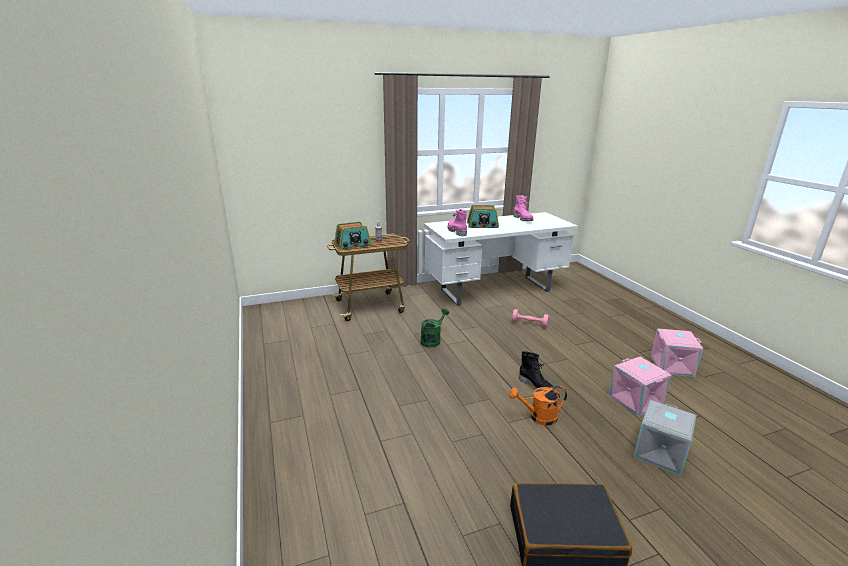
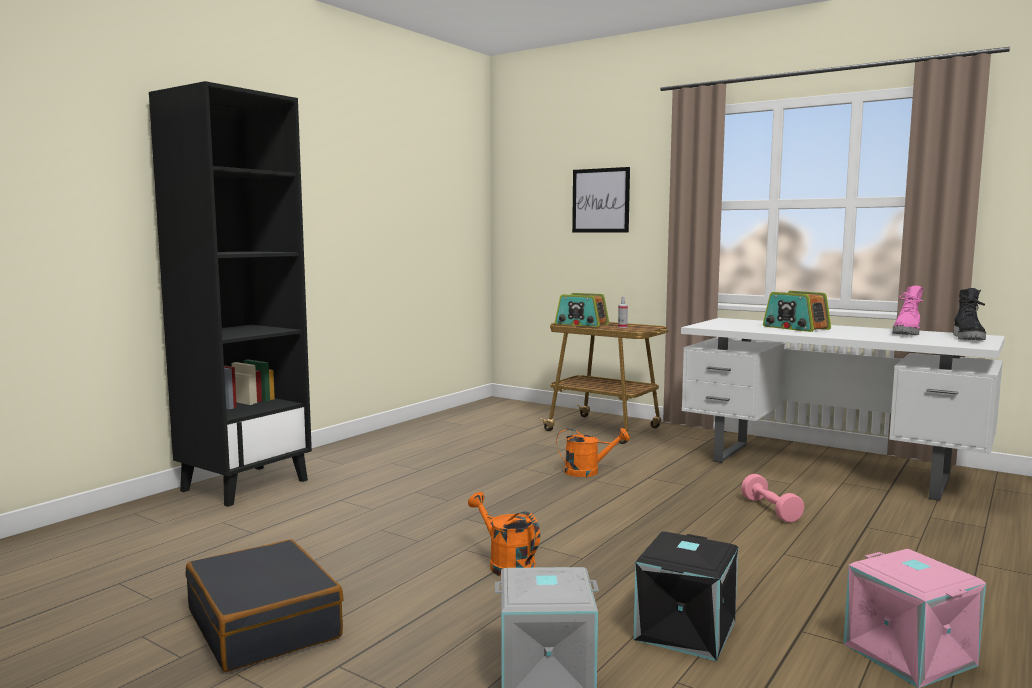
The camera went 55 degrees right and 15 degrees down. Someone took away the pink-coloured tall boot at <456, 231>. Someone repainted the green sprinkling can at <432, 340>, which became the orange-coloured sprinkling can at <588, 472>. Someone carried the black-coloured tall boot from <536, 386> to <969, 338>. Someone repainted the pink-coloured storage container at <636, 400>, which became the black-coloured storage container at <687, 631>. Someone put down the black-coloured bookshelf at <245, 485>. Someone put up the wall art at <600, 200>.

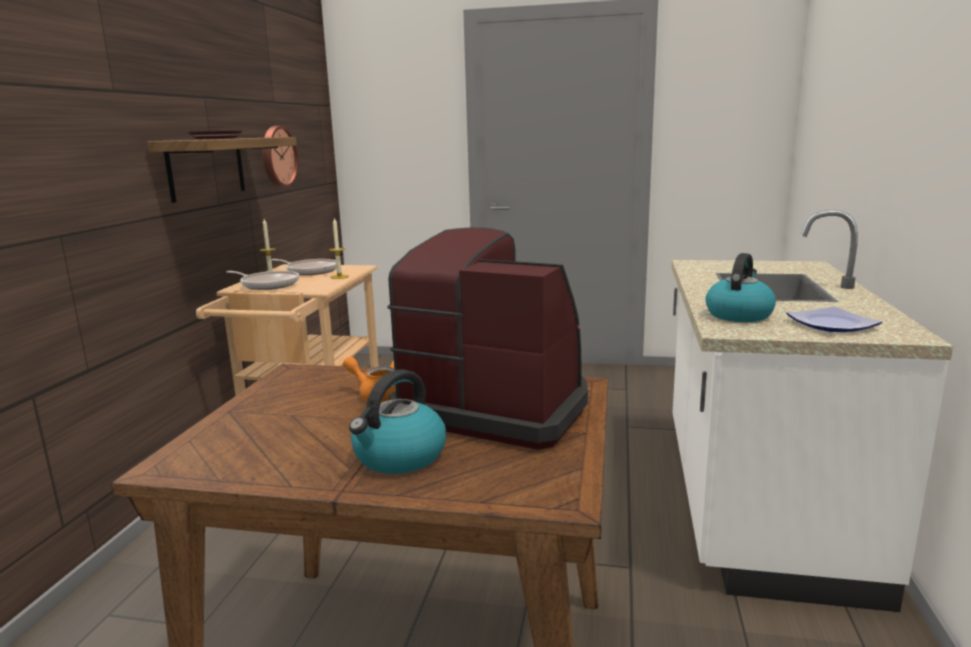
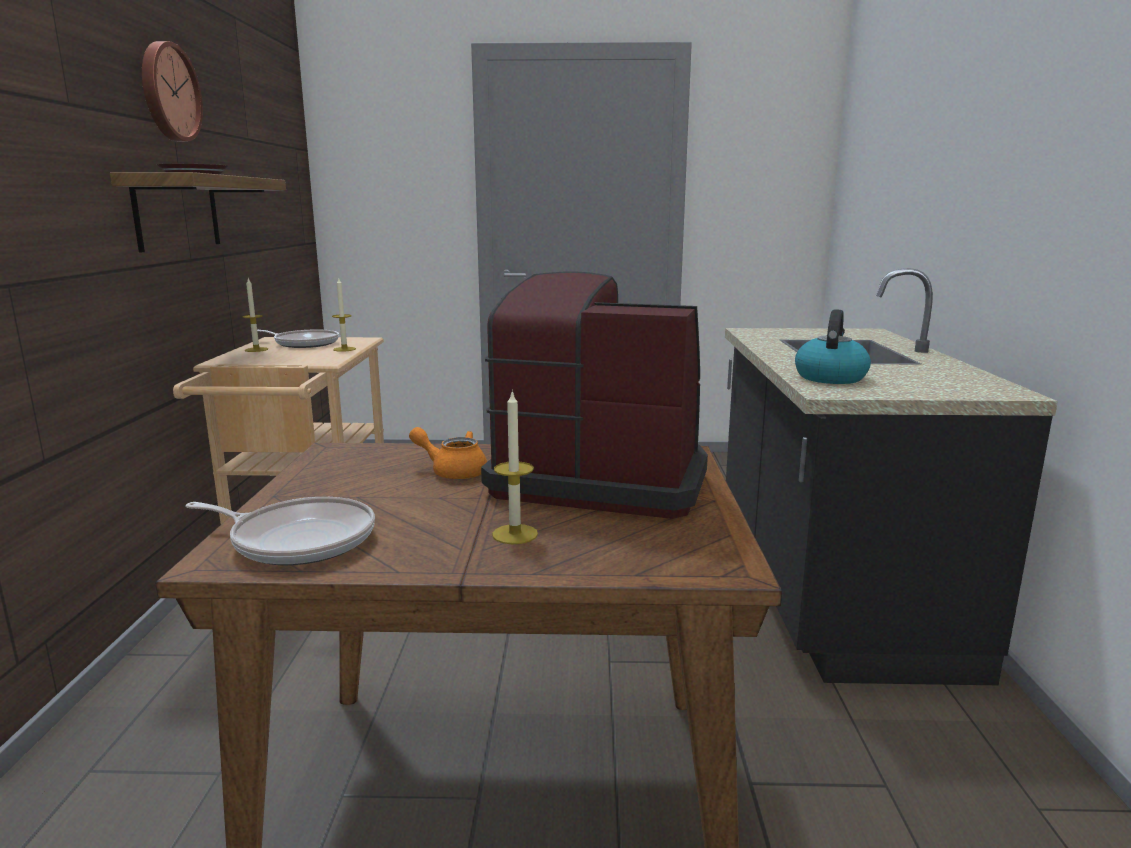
The camera went 10 degrees left and 0 degrees up. Someone carried the hanging clock from <277, 156> to <168, 92>. Someone repainted the white-coloured kitchen counter at <755, 502>, which became the black-coloured kitchen counter at <828, 586>. Someone carried the frying pan from <268, 284> to <298, 540>. Someone took away the flat dish at <833, 325>. Someone swapped the kettle at <399, 457> for the wax candle at <515, 534>.

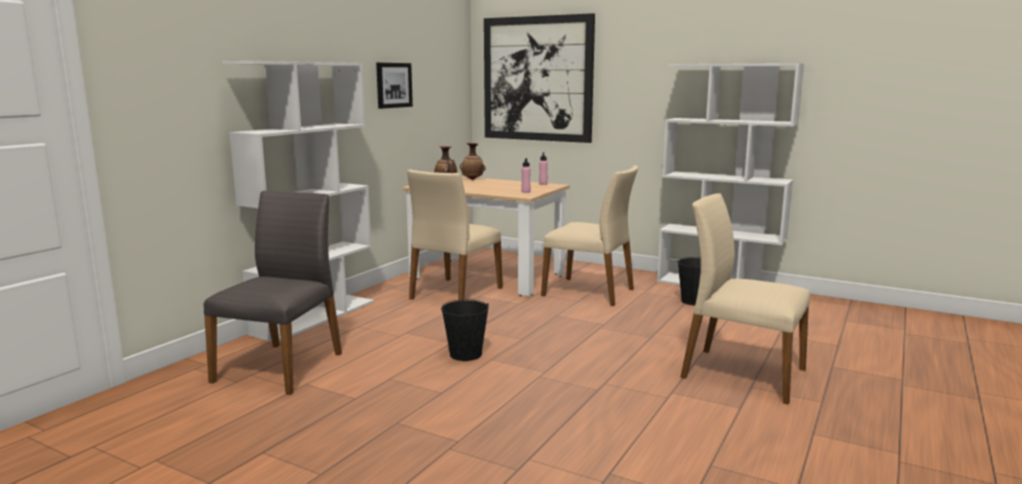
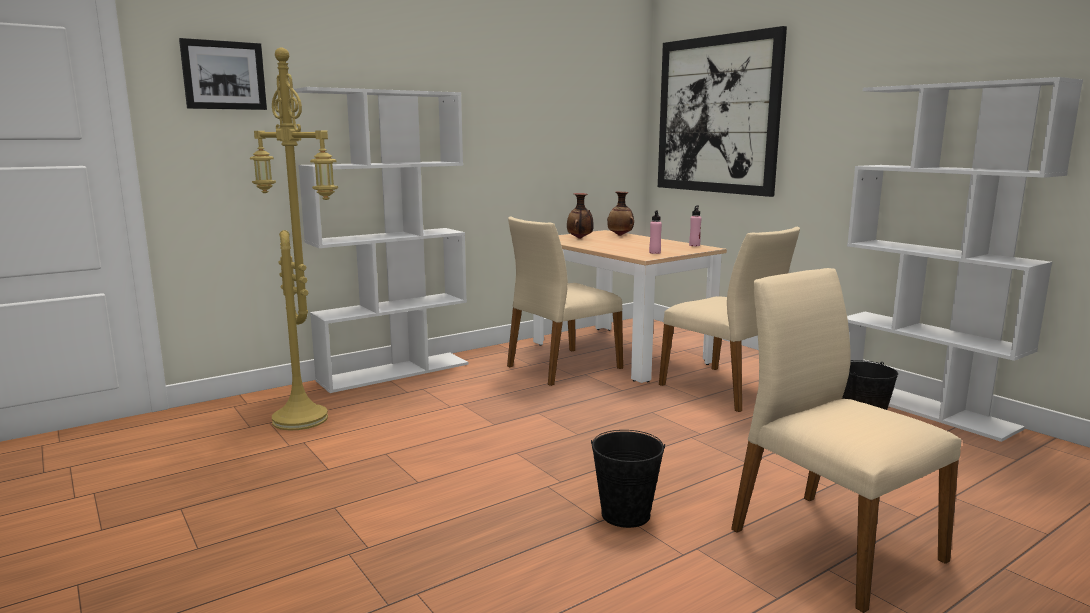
The camera went 25 degrees right and 0 degrees up. Someone carried the wall art from <393, 85> to <224, 75>. Someone swapped the grey chair at <281, 366> for the yellow-coloured standing lamp at <304, 419>. Someone carried the black-coloured pail from <466, 354> to <625, 515>.

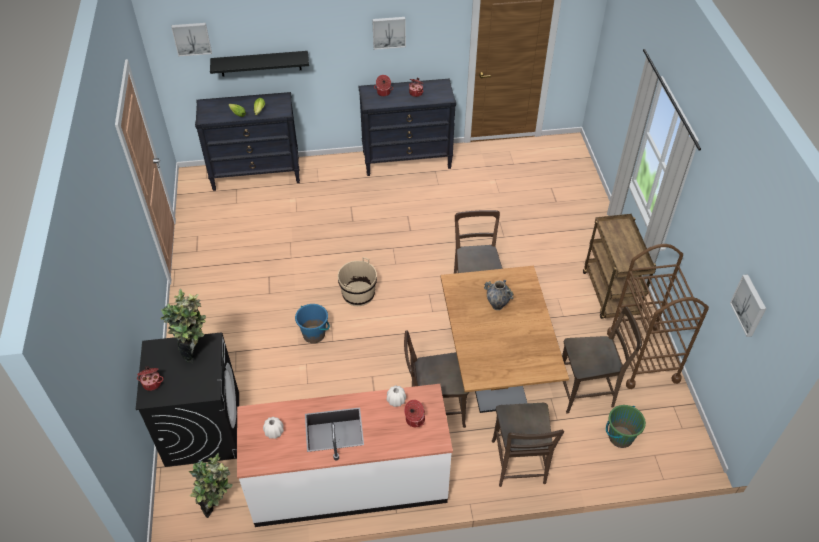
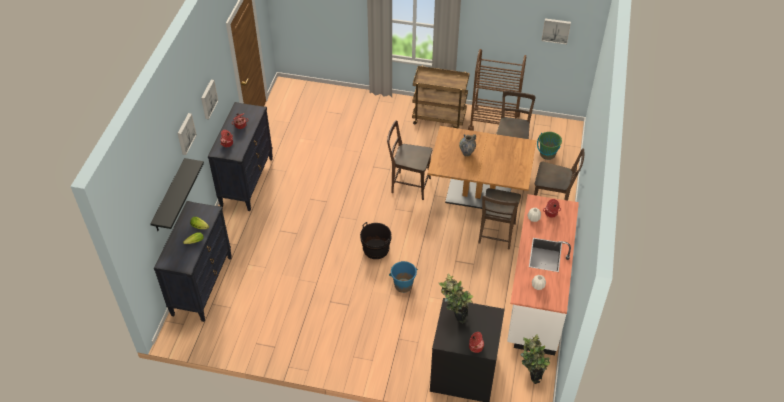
The camera went 70 degrees left and 0 degrees up. Someone carried the wall art from <192, 38> to <185, 133>. Someone repainted the beige pail at <358, 294>, which became the black-coloured pail at <376, 249>.

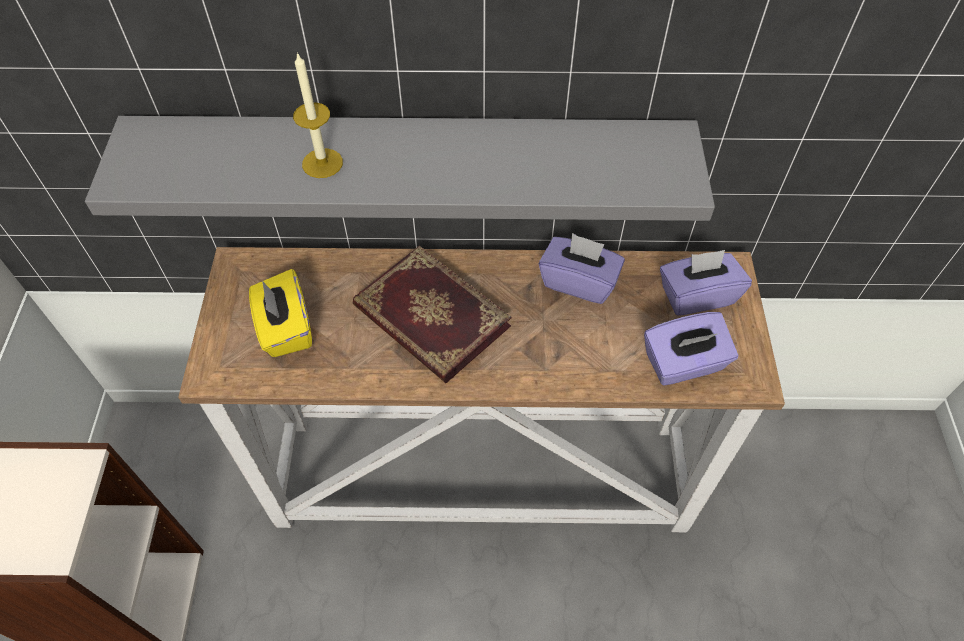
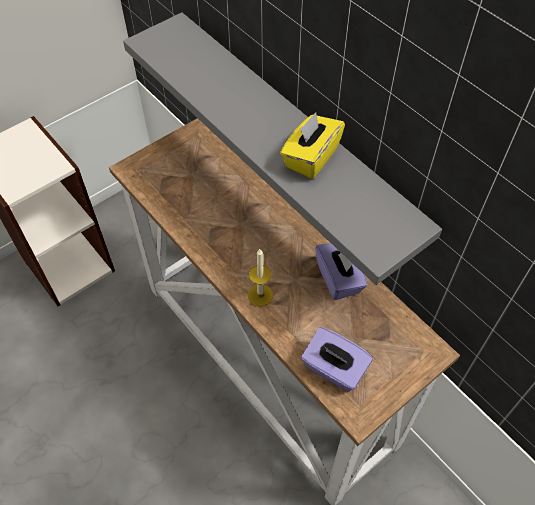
The camera went 50 degrees right and 0 degrees up. Someone carried the wax candle from <322, 163> to <260, 295>. Someone took away the bound book at <430, 318>. Someone took away the purplish tissue box at <697, 295>. Someone carried the yellow-coloured tissue box from <285, 329> to <310, 158>.

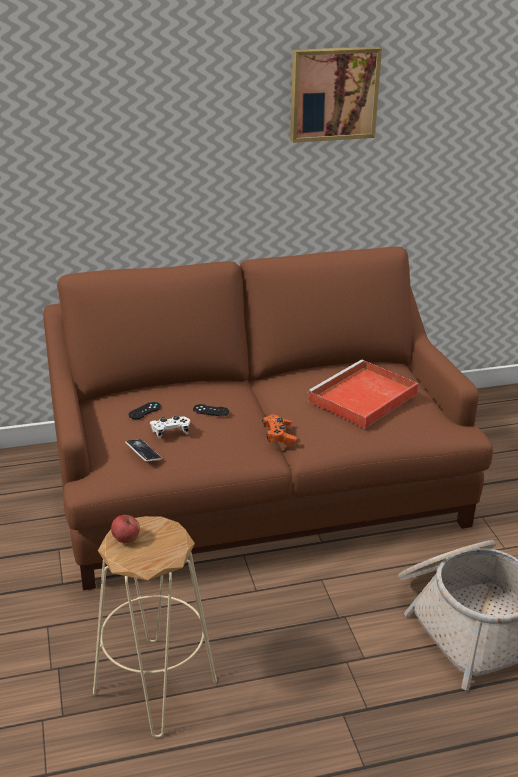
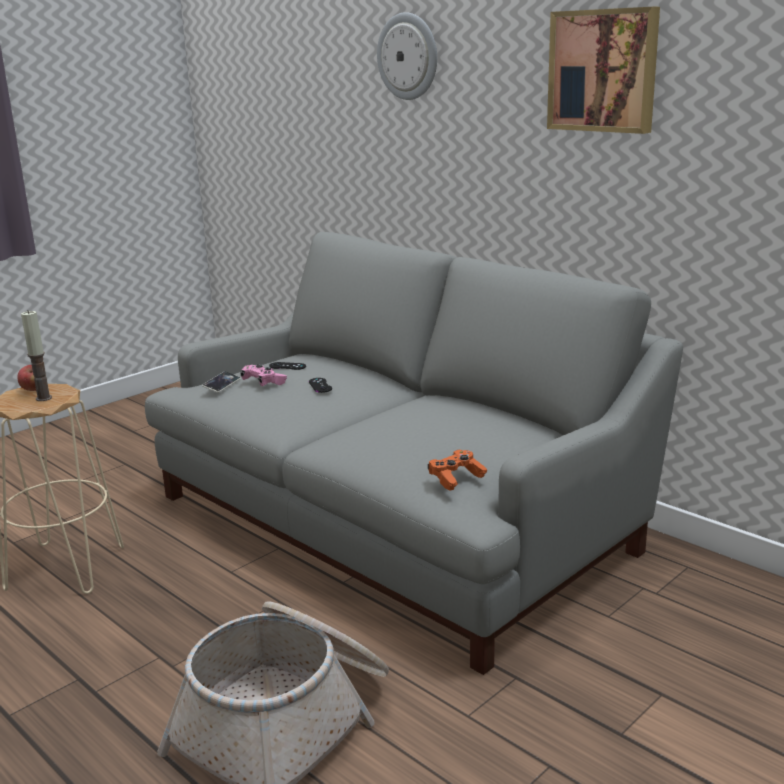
The camera went 60 degrees right and 10 degrees down. Someone repainted the brown couch at <256, 485>, which became the grey couch at <397, 518>. Someone took away the red tray at <362, 398>. Someone repainted the white-coloured joypad at <170, 432>, which became the pink-coloured joypad at <263, 383>. Someone carried the orange-coloured joypad from <279, 436> to <456, 478>. Someone put up the hanging clock at <408, 56>. Someone put down the wax candle at <43, 398>.

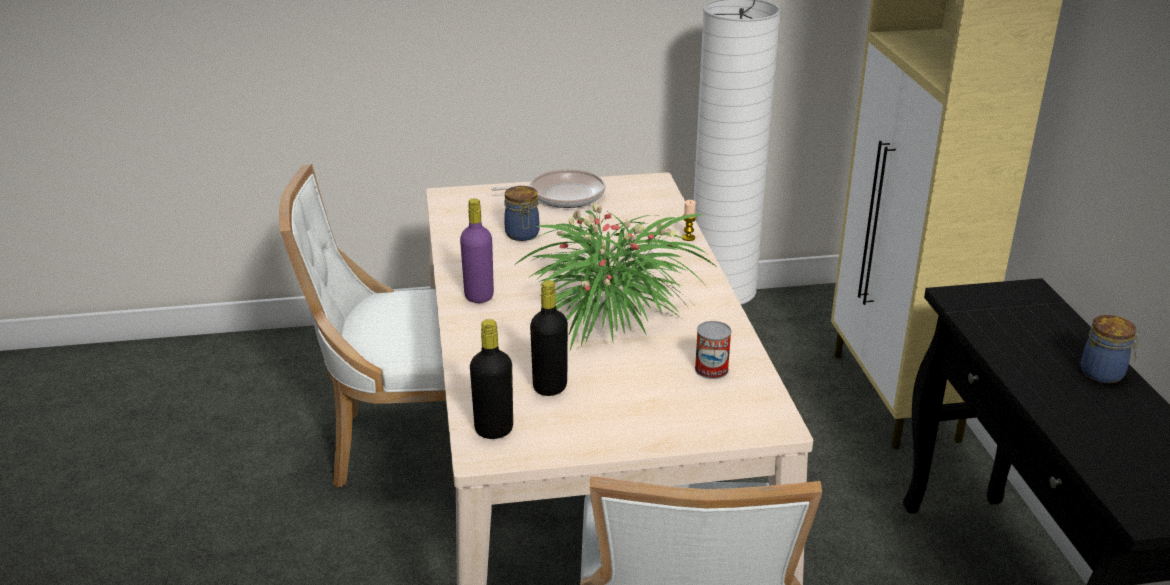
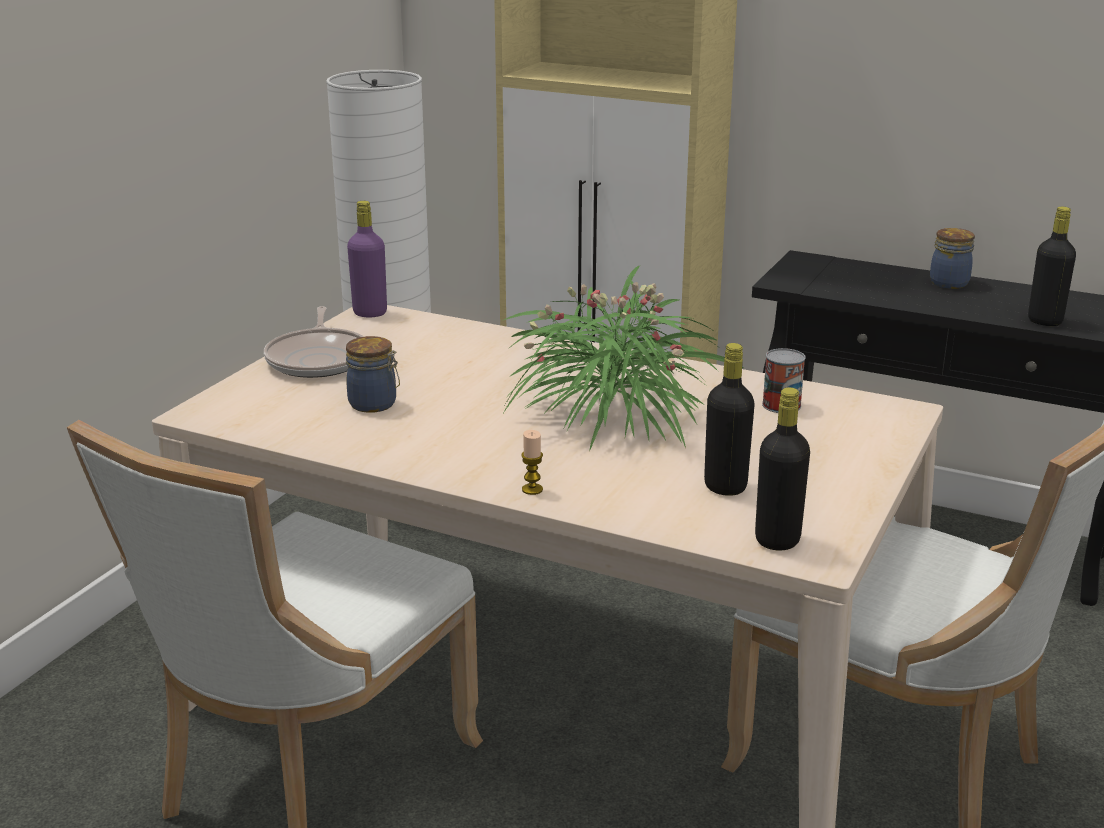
The camera went 55 degrees left and 5 degrees down. Someone rotated the frying pan at <562, 195> by 150 degrees clockwise. Someone carried the purplish beverage bottle from <479, 296> to <370, 313>. Someone carried the wax candle from <688, 238> to <532, 489>. Someone put down the black-coloured beverage bottle at <1045, 321>.

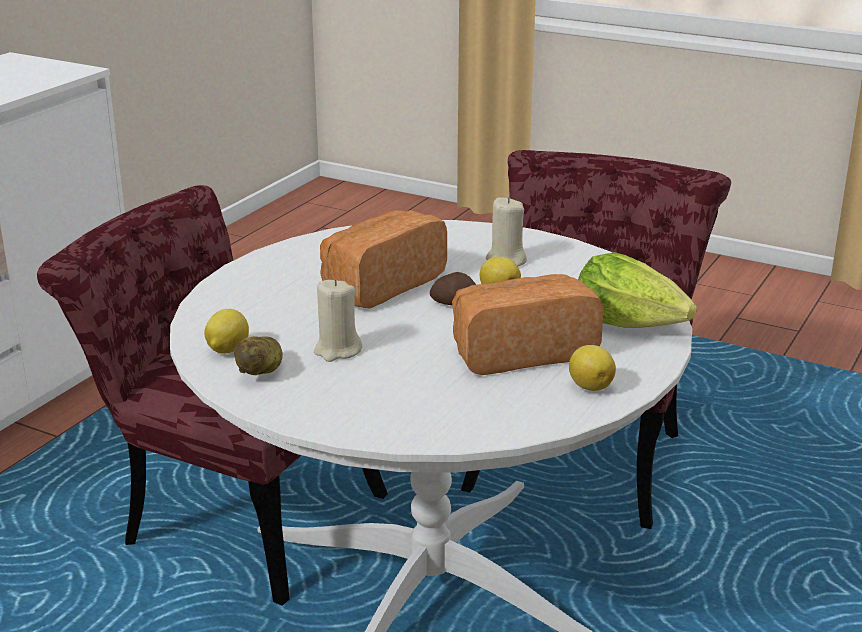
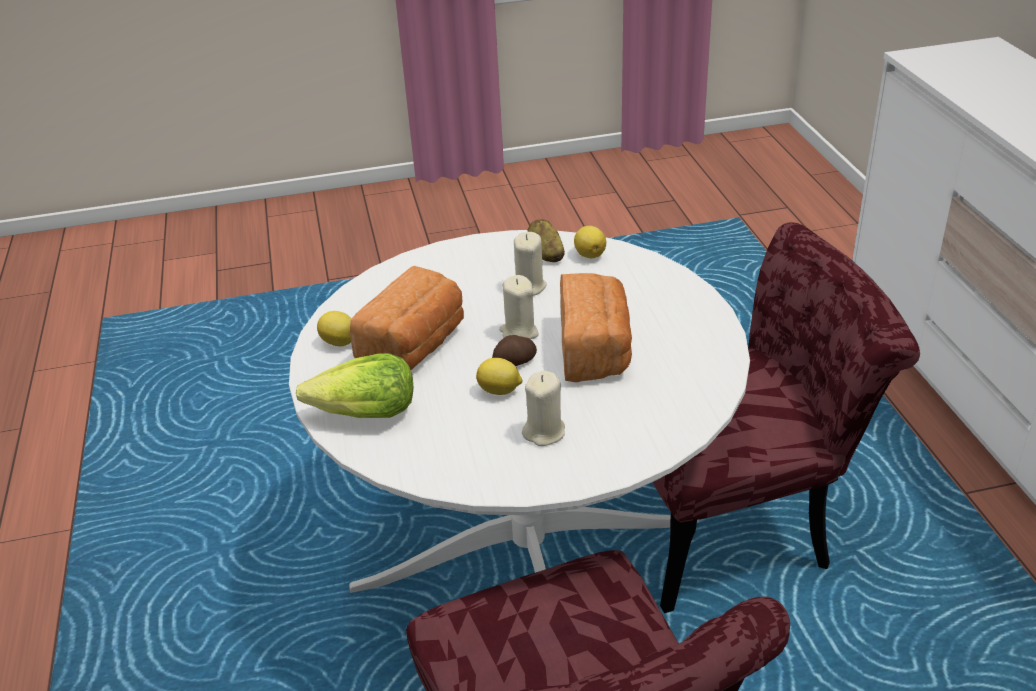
The camera went 140 degrees right and 10 degrees up. Someone put down the beige wax candle at <519, 333>.

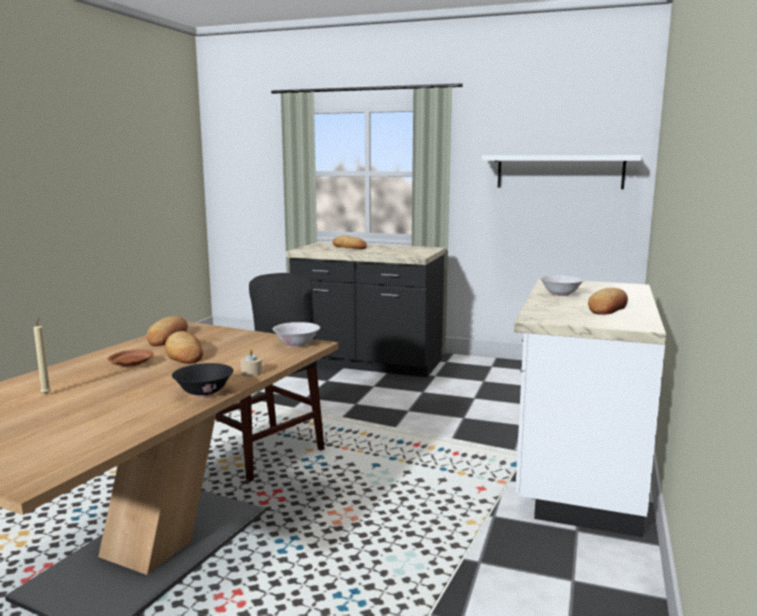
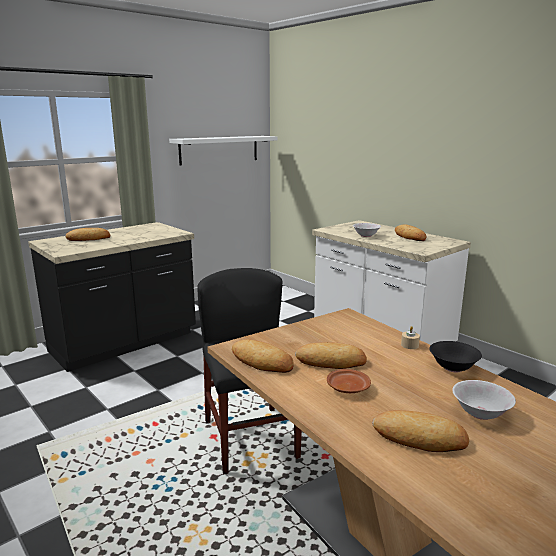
The camera went 60 degrees left and 5 degrees up. Someone swapped the beige wax candle at <46, 393> for the baked bread at <419, 437>. Someone carried the white-coloured bowl from <297, 344> to <480, 413>.

